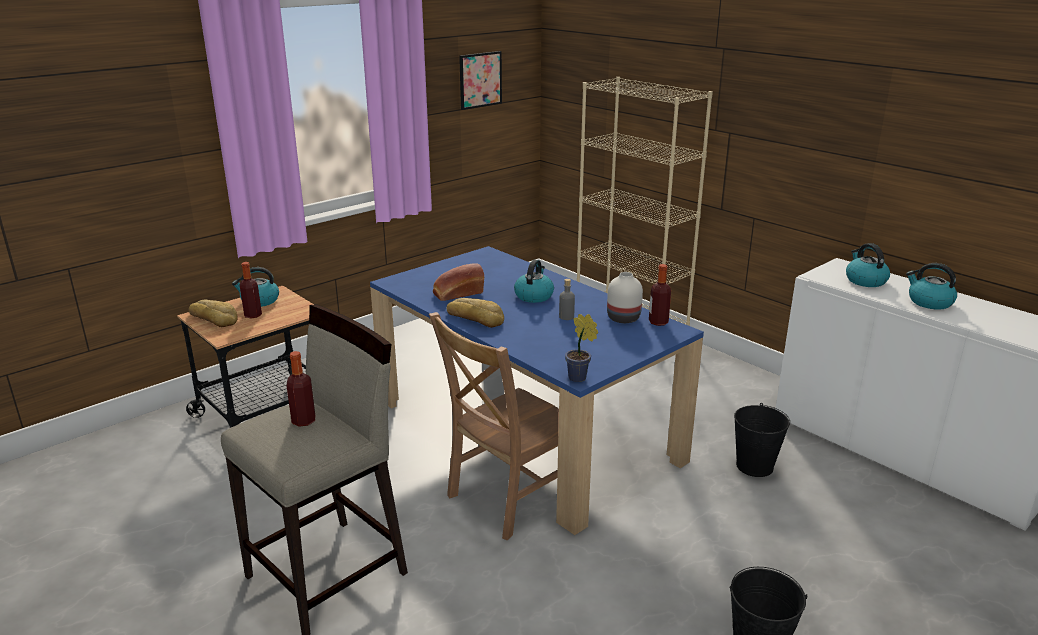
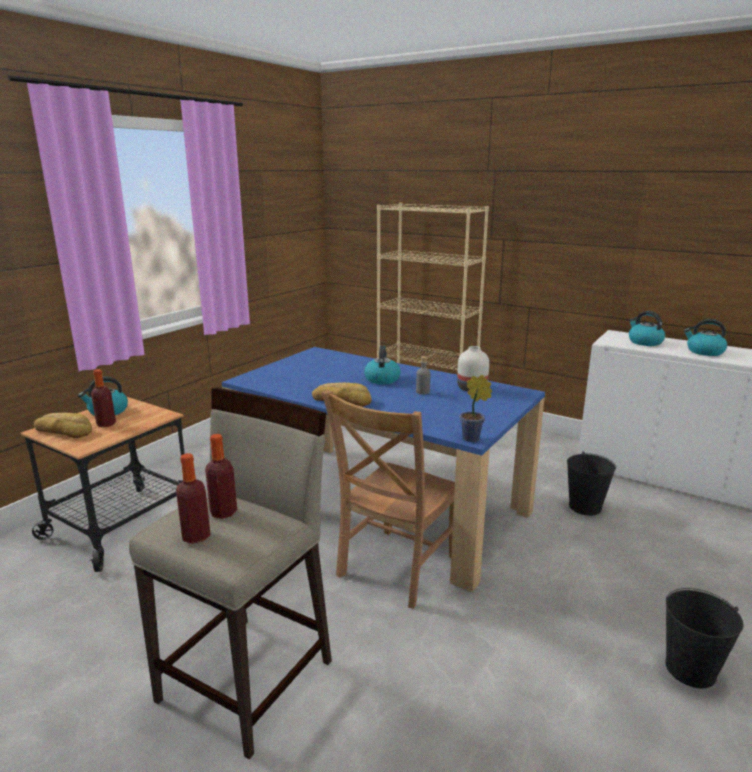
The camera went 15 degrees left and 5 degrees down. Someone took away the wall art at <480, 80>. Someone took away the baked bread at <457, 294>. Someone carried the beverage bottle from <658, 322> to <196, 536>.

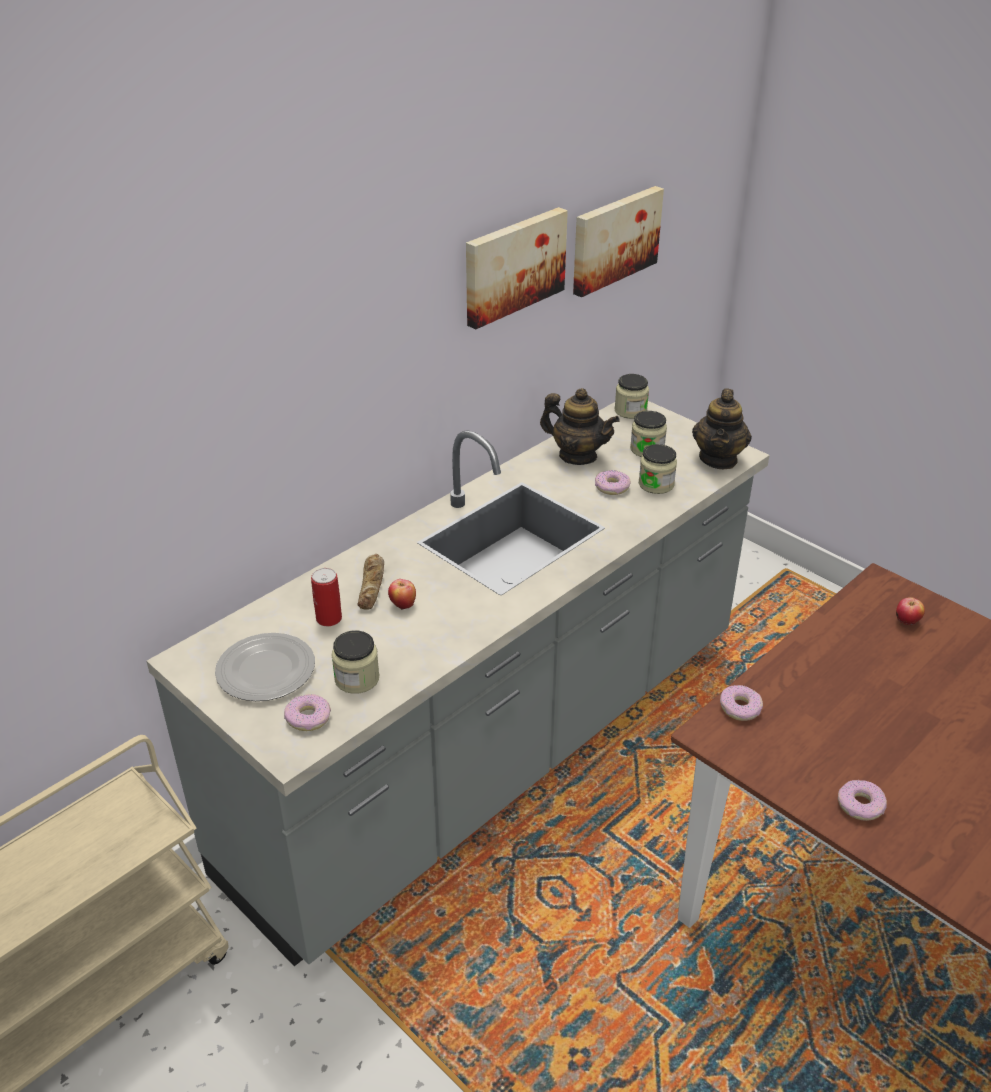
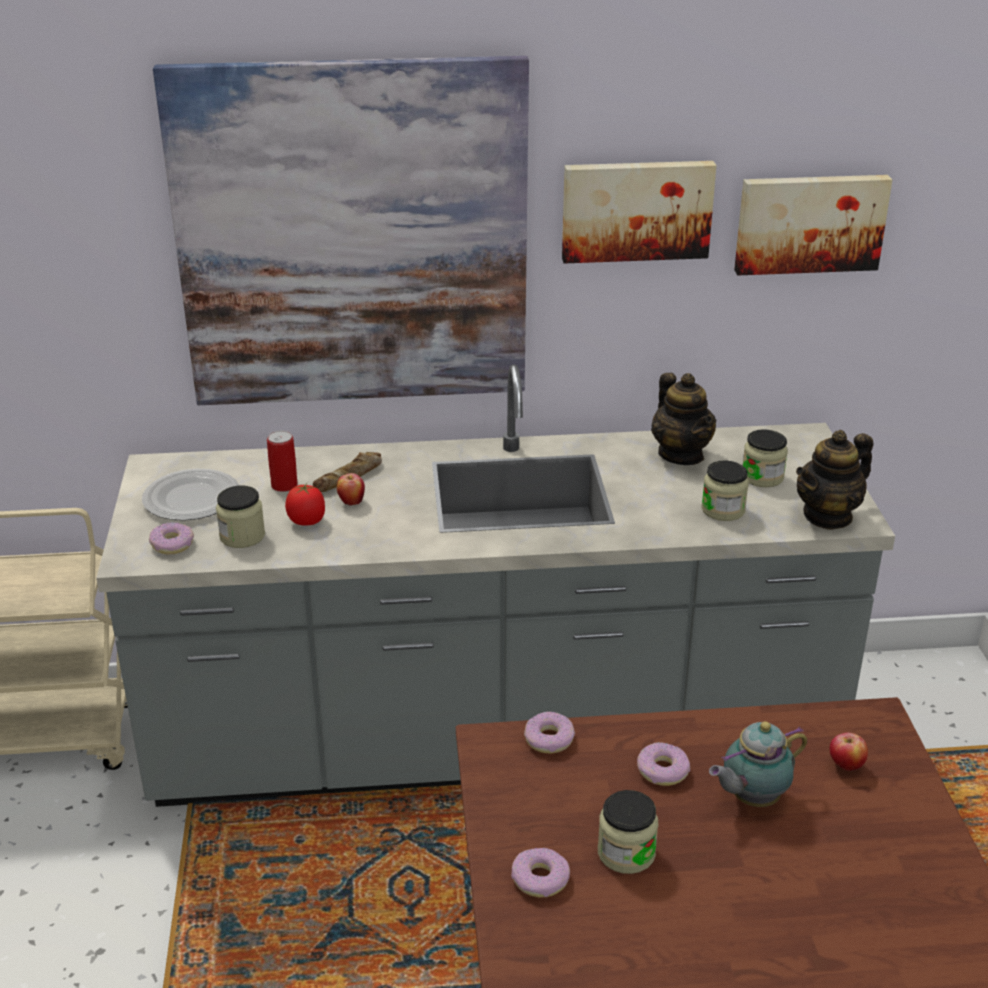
The camera went 40 degrees right and 5 degrees down. Someone carried the preserve jar from <630, 411> to <626, 853>. Someone carried the doughnut from <612, 487> to <662, 771>. Someone put up the wall art at <353, 237>. Someone put down the tomato at <307, 521>. Someone put down the tea pot at <751, 798>.

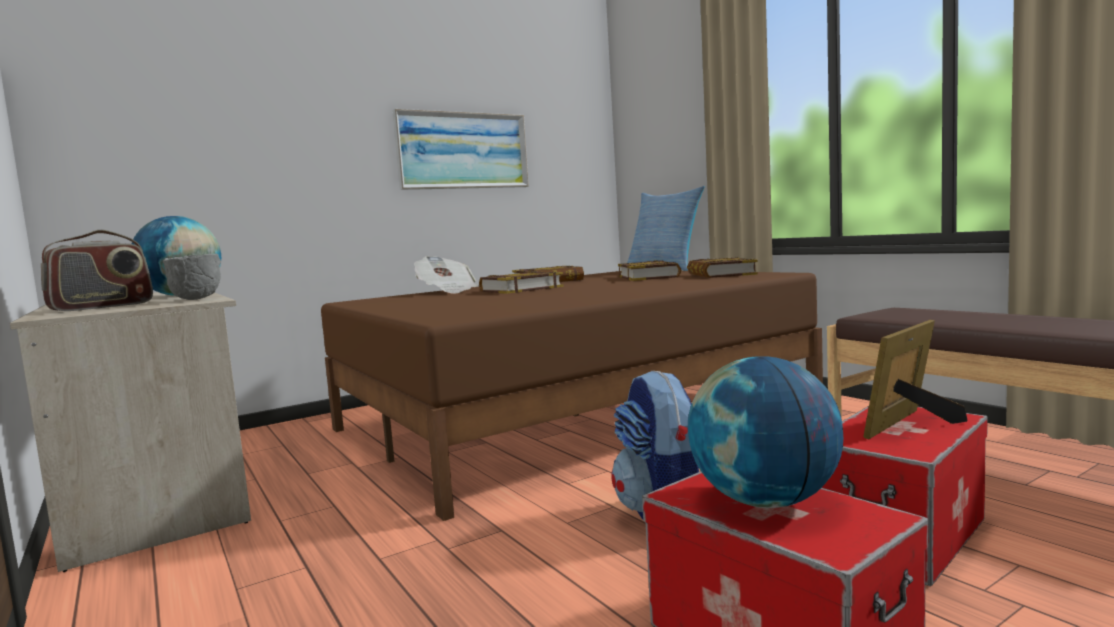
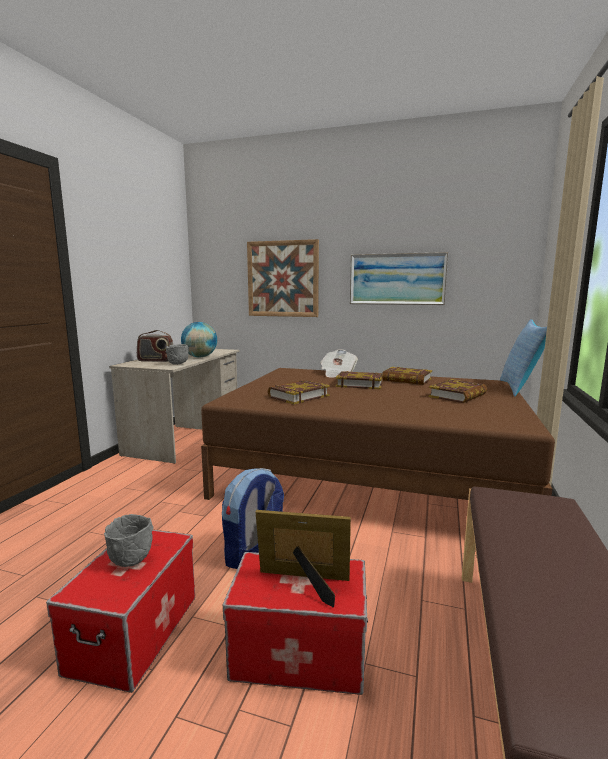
The camera went 50 degrees right and 5 degrees up. Someone carried the bound book from <720, 274> to <298, 396>. Someone swapped the world globe at <765, 501> for the grey bowl at <132, 560>. Someone put up the wall art at <282, 279>.

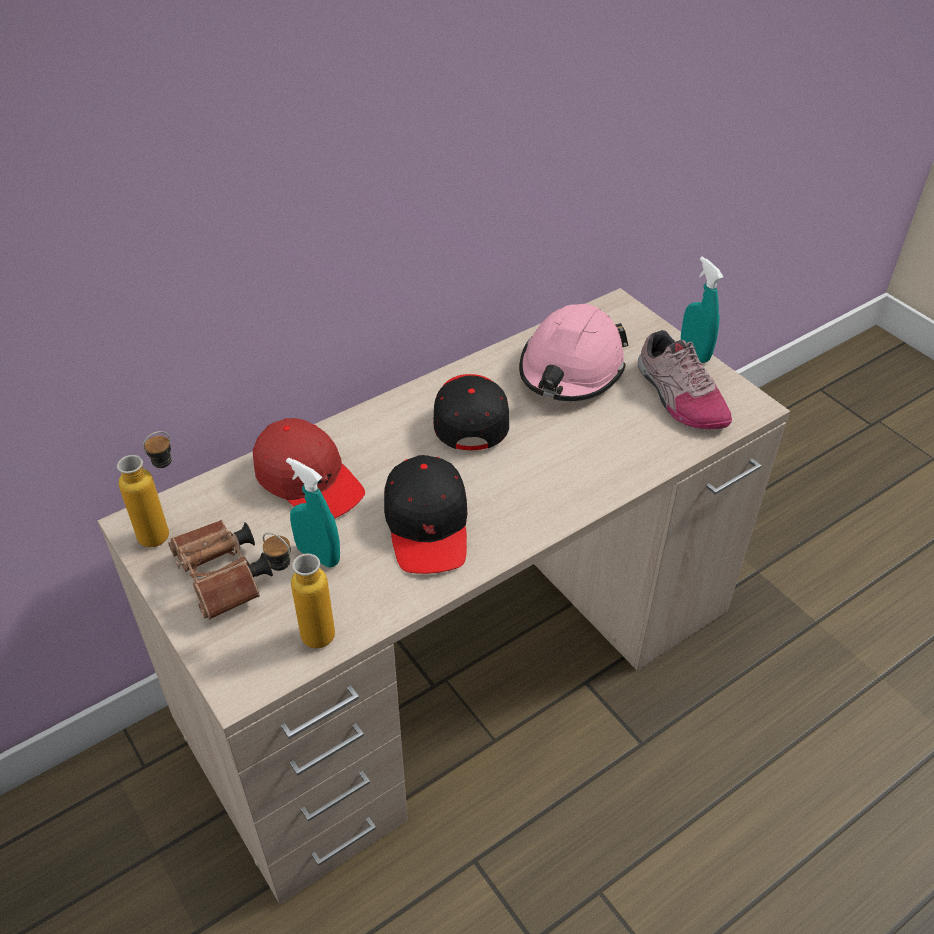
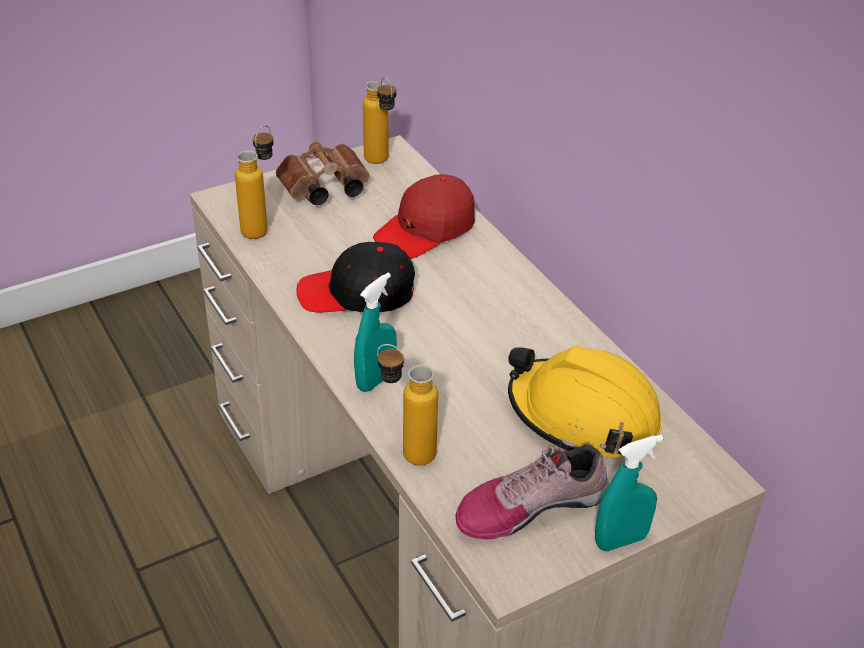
The camera went 95 degrees right and 5 degrees down. Someone repainted the pink-coloured work helmet at <571, 369>, which became the yellow-coloured work helmet at <583, 416>. Someone took away the black-coloured peaked cap at <470, 416>. Someone carried the blue-green spray bottle from <318, 555> to <376, 380>. Someone put down the beverage bottle at <406, 450>.

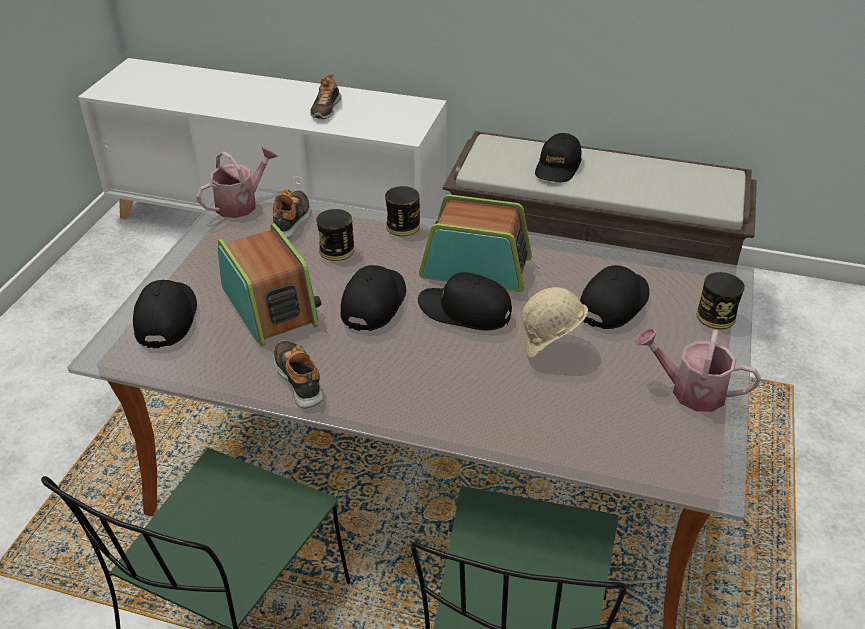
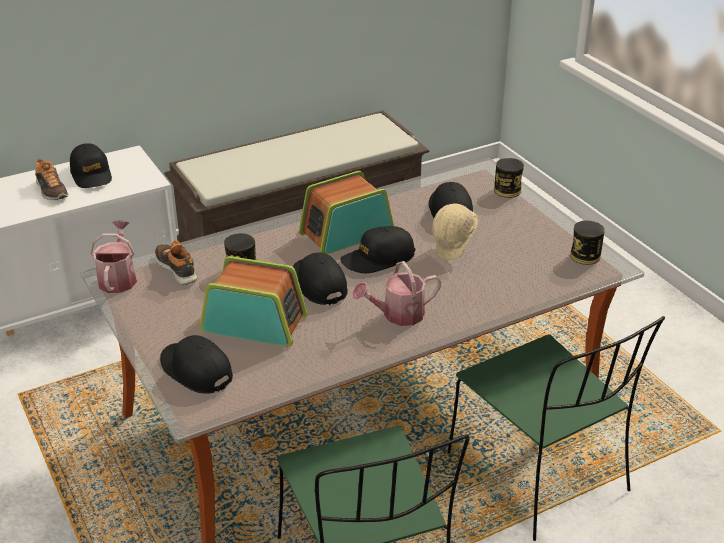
The camera went 45 degrees left and 5 degrees down. Someone carried the black-coloured peaked cap from <558, 167> to <91, 174>. Someone carried the metal can from <403, 226> to <585, 256>. Someone carried the sprinkling can from <690, 391> to <398, 315>. Someone took away the low shoe at <299, 379>.

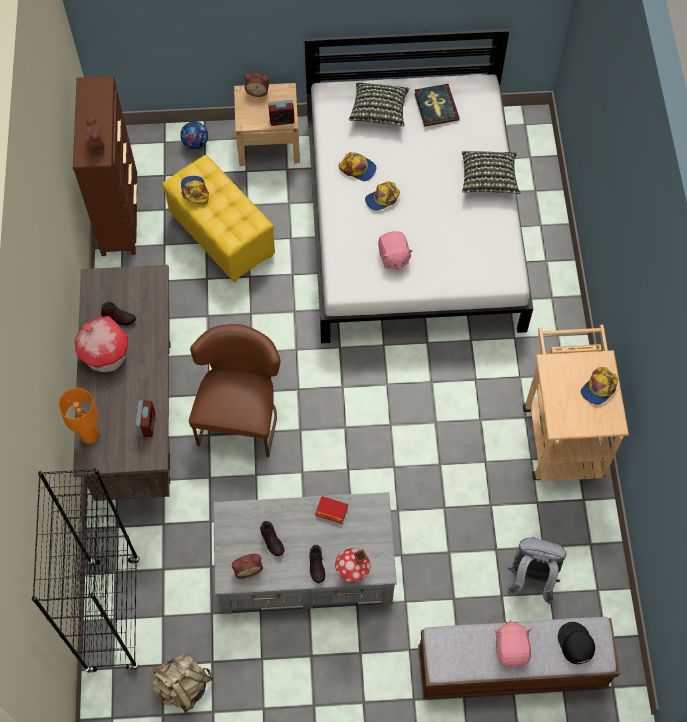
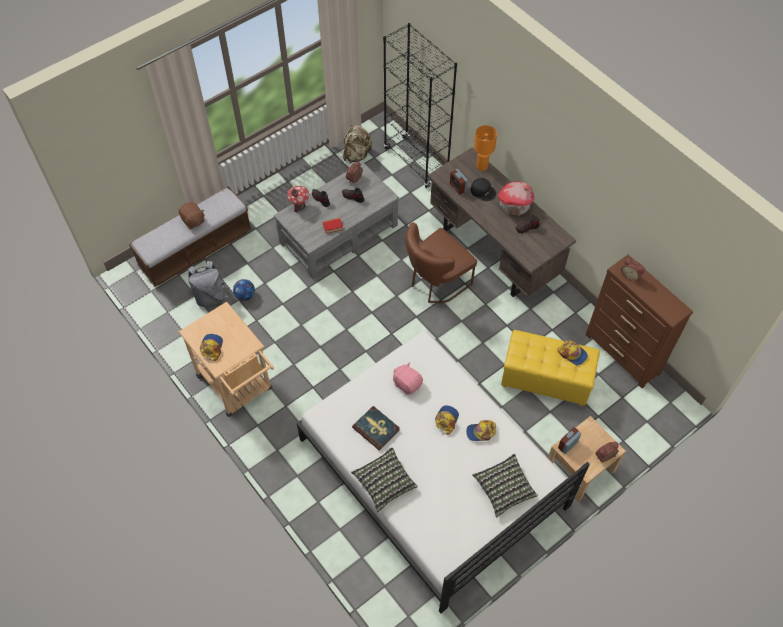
The camera went 145 degrees right and 5 degrees down. Someone carried the bound book from <436, 106> to <376, 428>. Someone carried the football from <195, 143> to <245, 295>. Someone rotated the brown chair at <240, 416> by 75 degrees clockwise. Someone repainted the pink-coloured soft toy at <511, 648>, which became the brown soft toy at <193, 220>. Someone carried the black-coloured peaked cap from <575, 644> to <483, 191>.

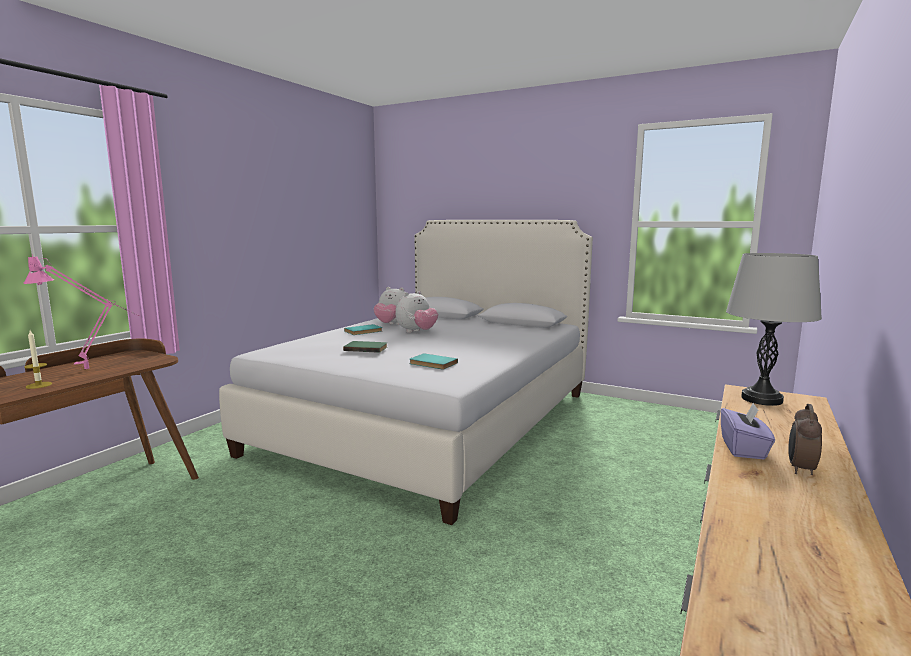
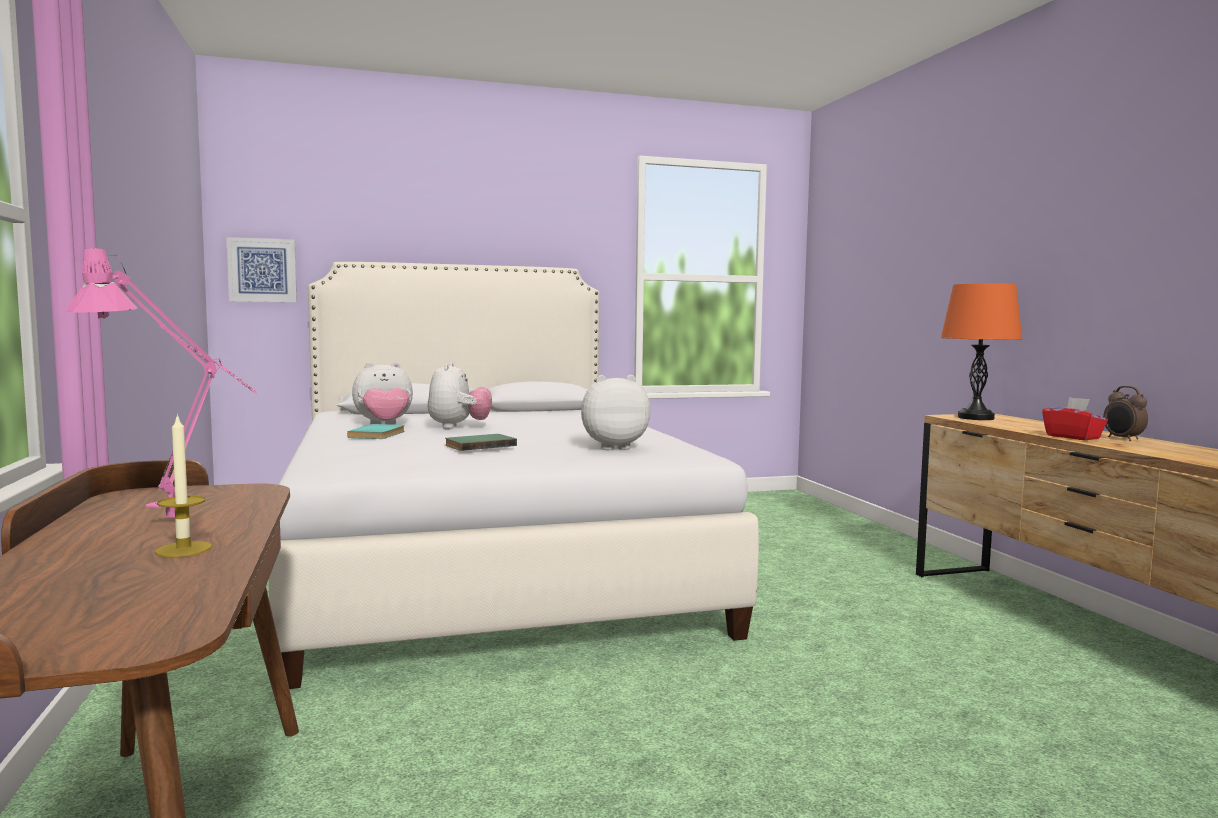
The camera went 45 degrees left and 5 degrees down. Someone repainted the grey tabletop lamp at <761, 399>, which became the orange-coloured tabletop lamp at <975, 418>. Someone swapped the blue-green bound book at <432, 363> for the soft toy at <612, 447>. Someone repainted the purplish tissue box at <744, 449>, which became the red tissue box at <1073, 437>. Someone put up the wall art at <262, 270>.

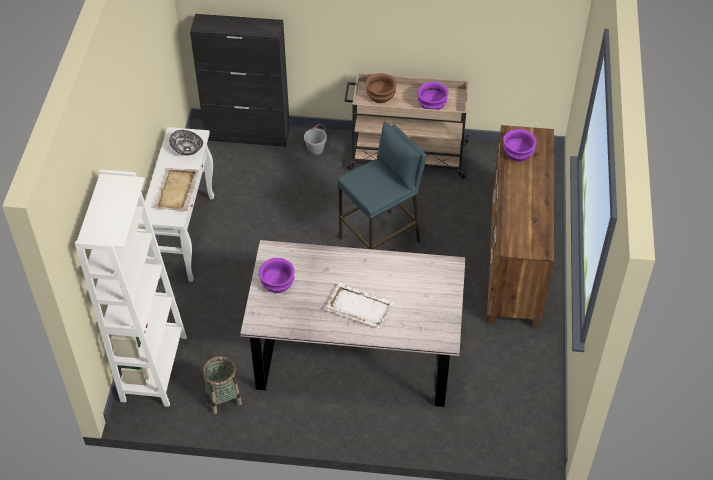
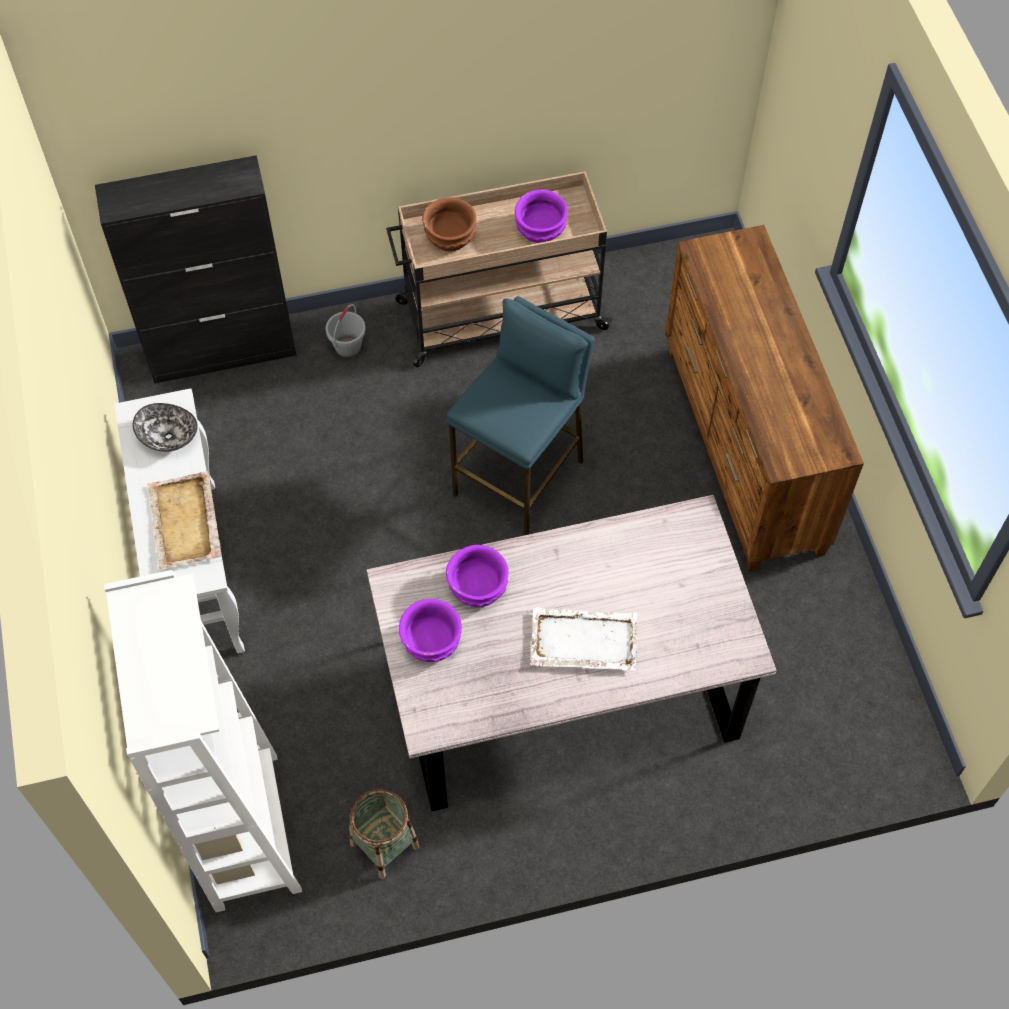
The camera went 20 degrees left and 10 degrees up. Someone carried the purplish bowl from <518, 153> to <478, 587>.

